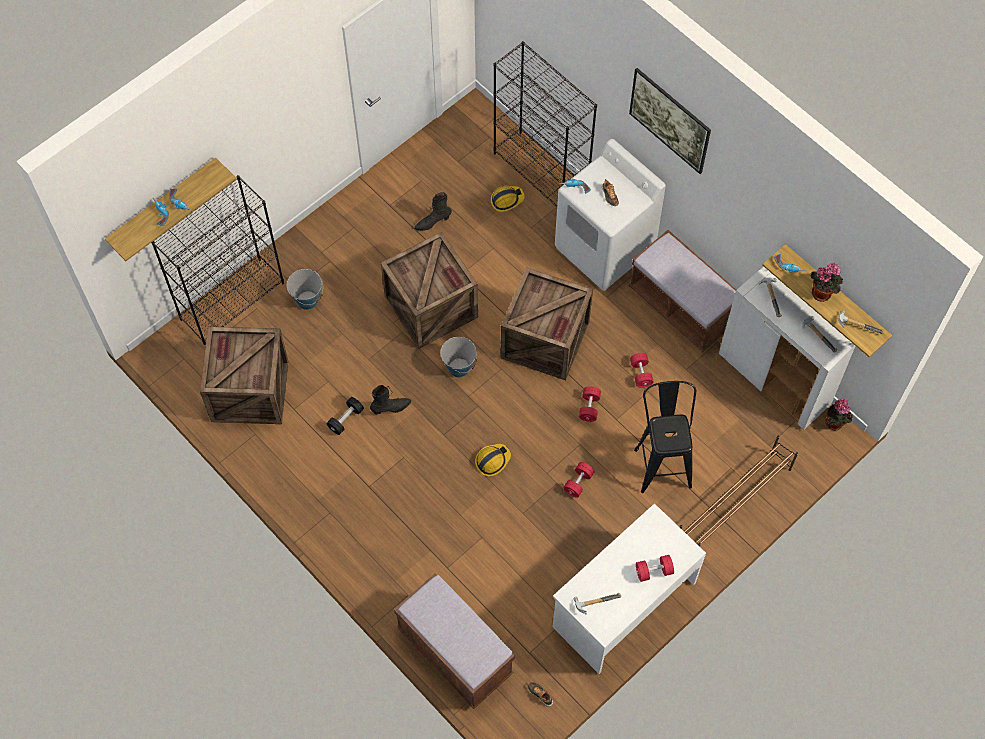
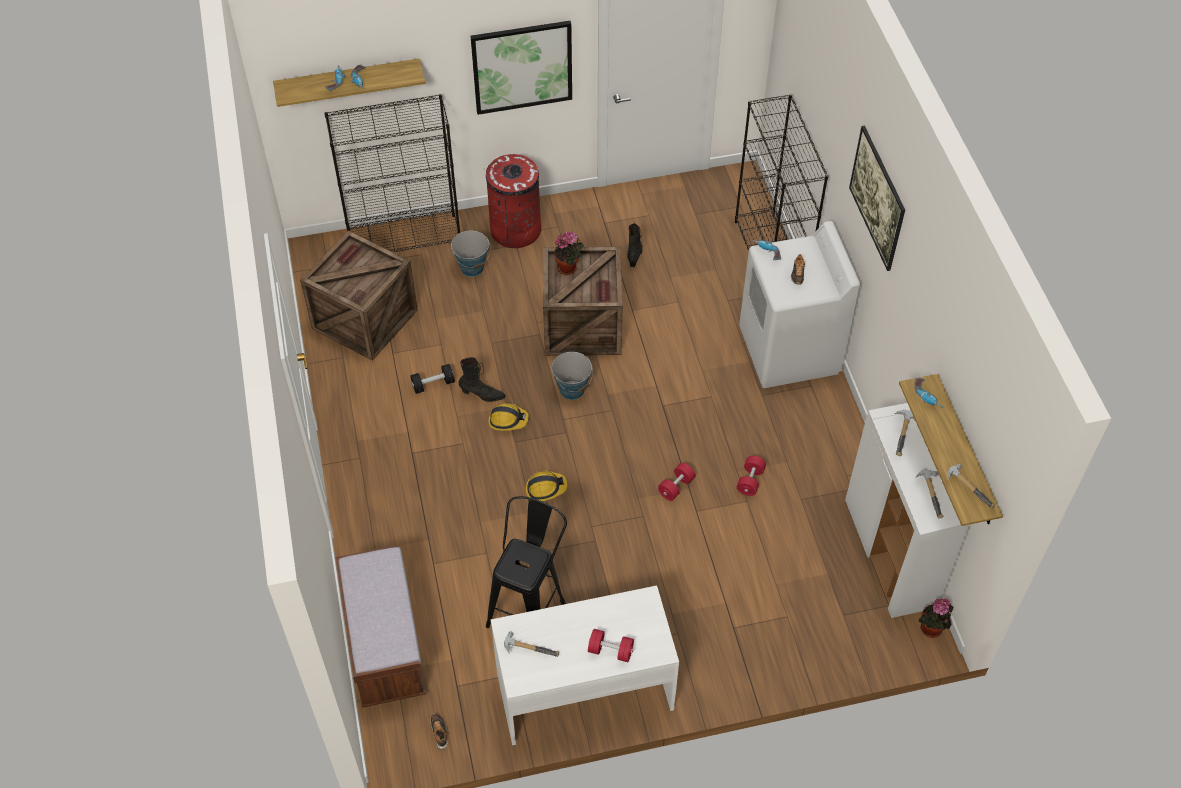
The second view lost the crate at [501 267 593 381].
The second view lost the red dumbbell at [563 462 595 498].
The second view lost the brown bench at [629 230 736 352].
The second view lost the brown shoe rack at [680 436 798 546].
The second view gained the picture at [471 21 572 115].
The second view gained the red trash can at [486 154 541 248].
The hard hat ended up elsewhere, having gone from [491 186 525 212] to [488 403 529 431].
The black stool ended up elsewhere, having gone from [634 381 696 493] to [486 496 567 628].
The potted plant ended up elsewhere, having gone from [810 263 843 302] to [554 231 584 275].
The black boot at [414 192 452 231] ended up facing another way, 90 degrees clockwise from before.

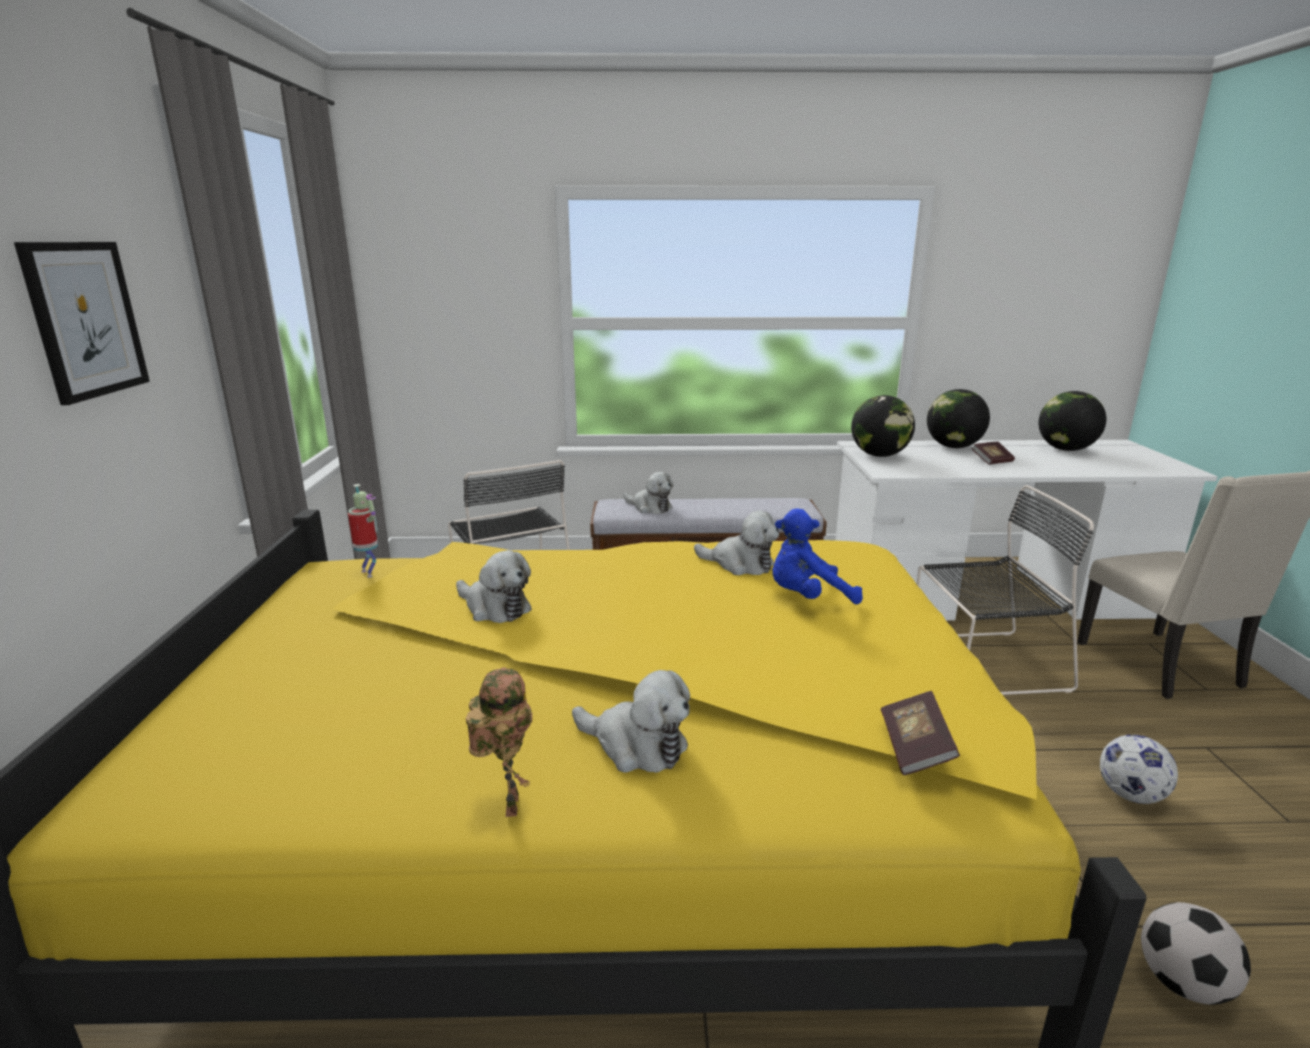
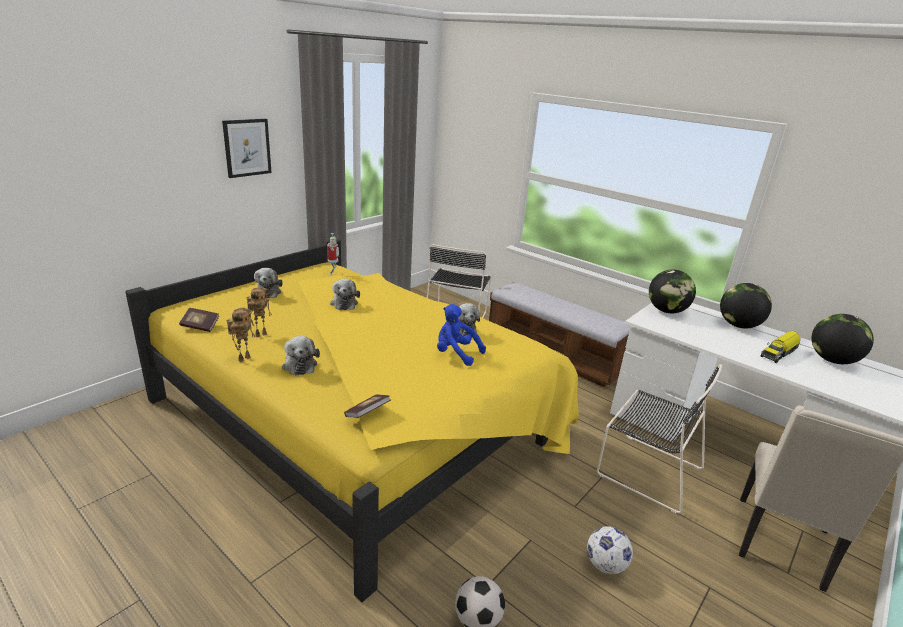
The second view gained the toy robot at [247 287 272 337].
The second view gained the toy truck at [761 331 801 363].
The plush toy ended up elsewhere, having gone from [624 472 674 514] to [254 268 283 298].
The book ended up elsewhere, having gone from [971 442 1015 465] to [179 308 219 332].

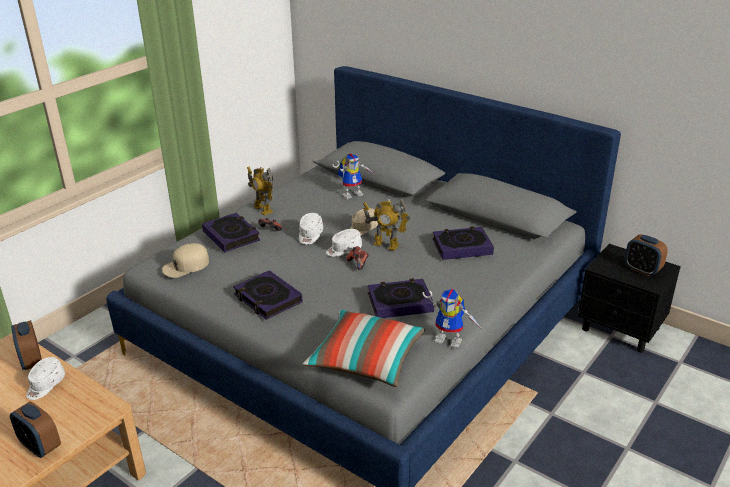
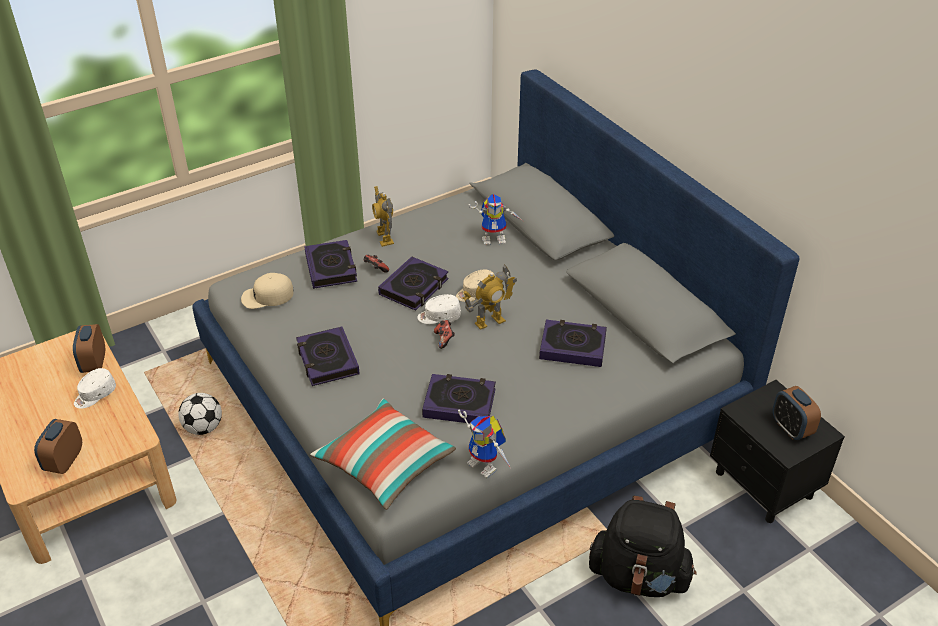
The second view gained the football at [178 393 222 435].
The second view gained the black backpack at [589 496 697 597].
Where the white cap stood at [299 213 323 245], the book came to stand at [378 257 449 311].
The alarm clock at [10 401 61 458] ended up facing another way, 45 degrees clockwise from before.
The toy robot at [363 199 411 251] ended up facing another way, 75 degrees counterclockwise from before.

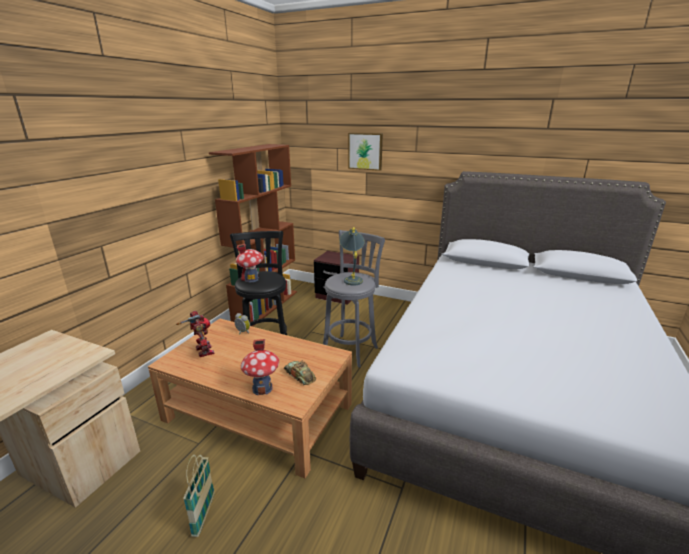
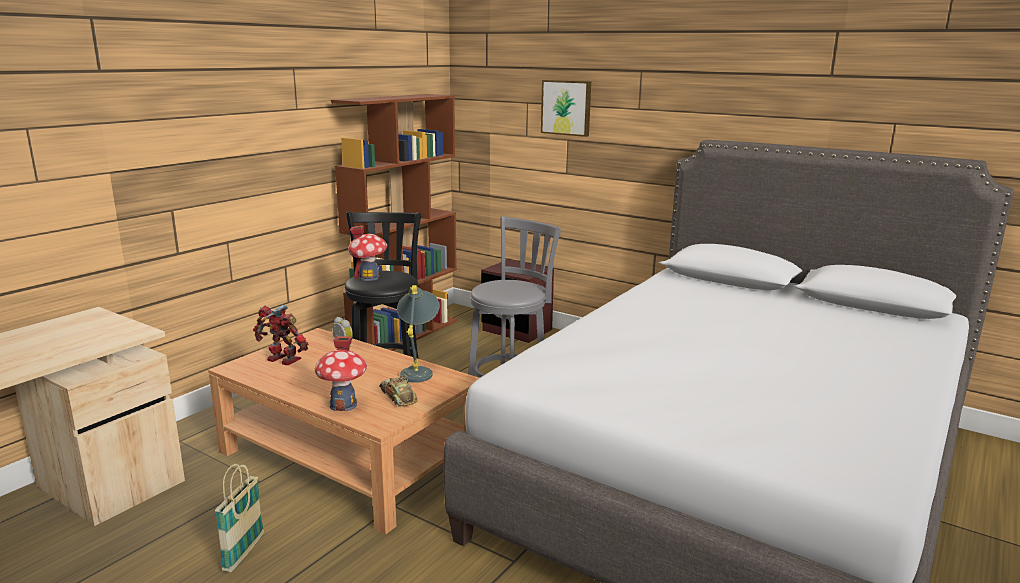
The grey table lamp ended up elsewhere, having gone from [339 227 365 286] to [397 285 440 383].
The toy robot at [176 310 214 357] ended up facing another way, 45 degrees counterclockwise from before.

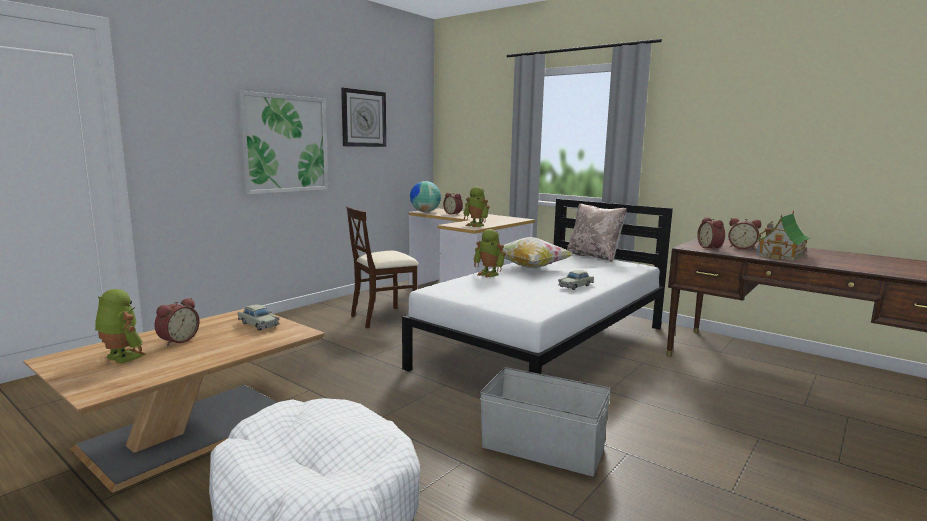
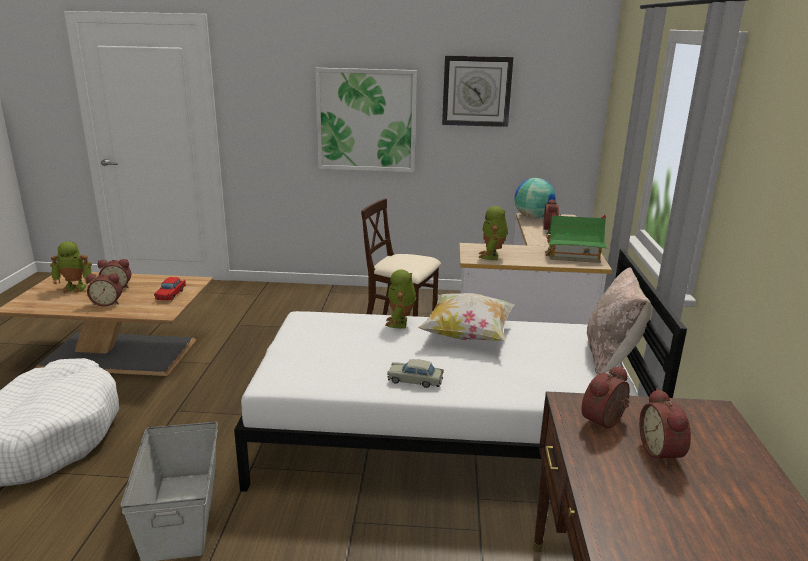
The second view gained the alarm clock at [86 273 122 307].
The toy house ended up elsewhere, having gone from [756 210 810 261] to [545 212 607 263].
What was the beige toy car at [238 304 279 330] turned into the red toy car at [154 277 186 301].
The toy robot at [95 289 145 364] ended up facing another way, 90 degrees clockwise from before.

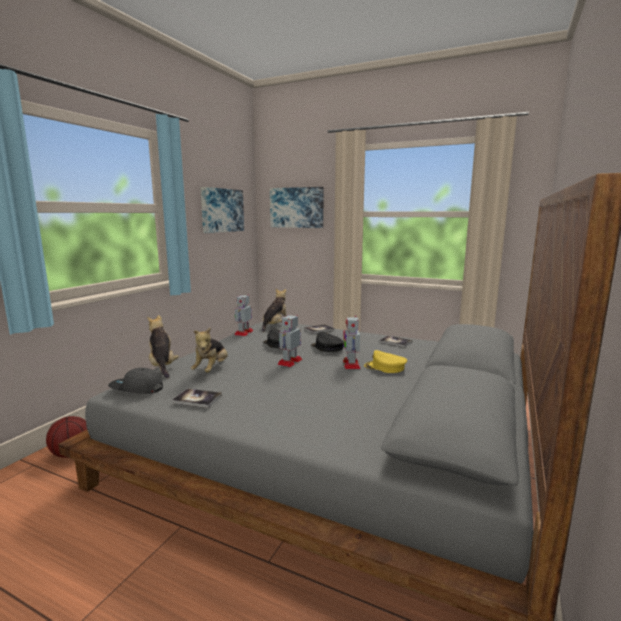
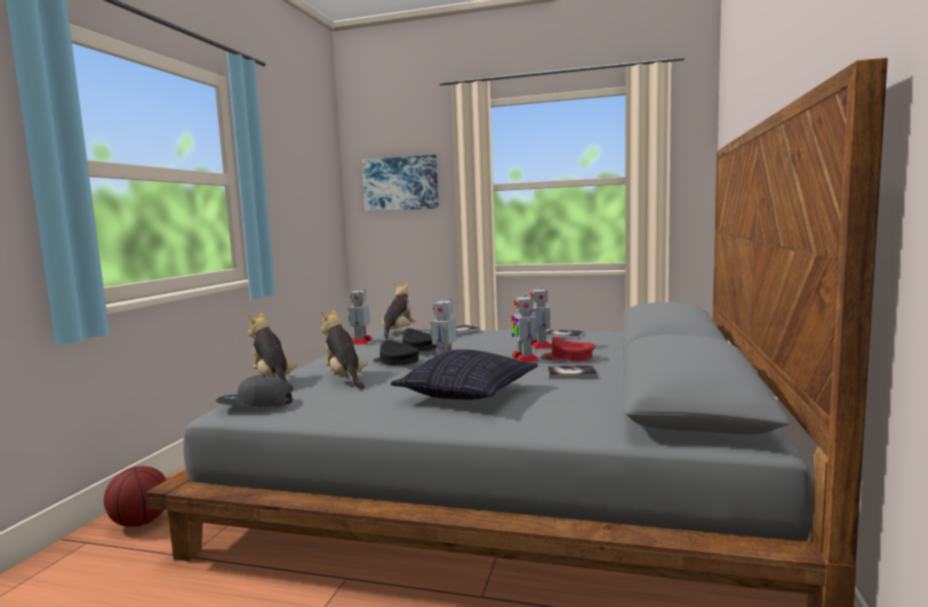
The second view lost the picture at [200 187 244 233].
The second view gained the pillow at [391 349 538 400].
The second view gained the toy robot at [530 288 552 349].
The book ended up elsewhere, having gone from [172 389 222 408] to [547 366 597 379].
The black cap ended up elsewhere, having gone from [311 332 344 352] to [373 340 420 365].
What was the yellow cap at [364 350 407 373] turned into the red cap at [541 337 595 362].
The plush toy at [191 327 228 373] ended up facing another way, 150 degrees clockwise from before.

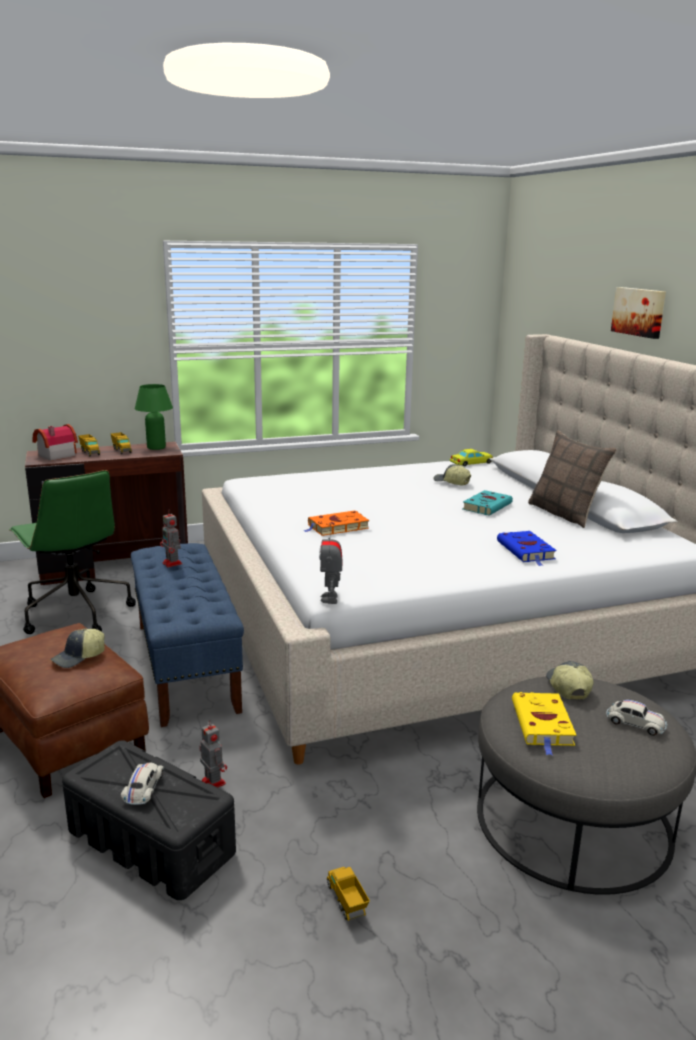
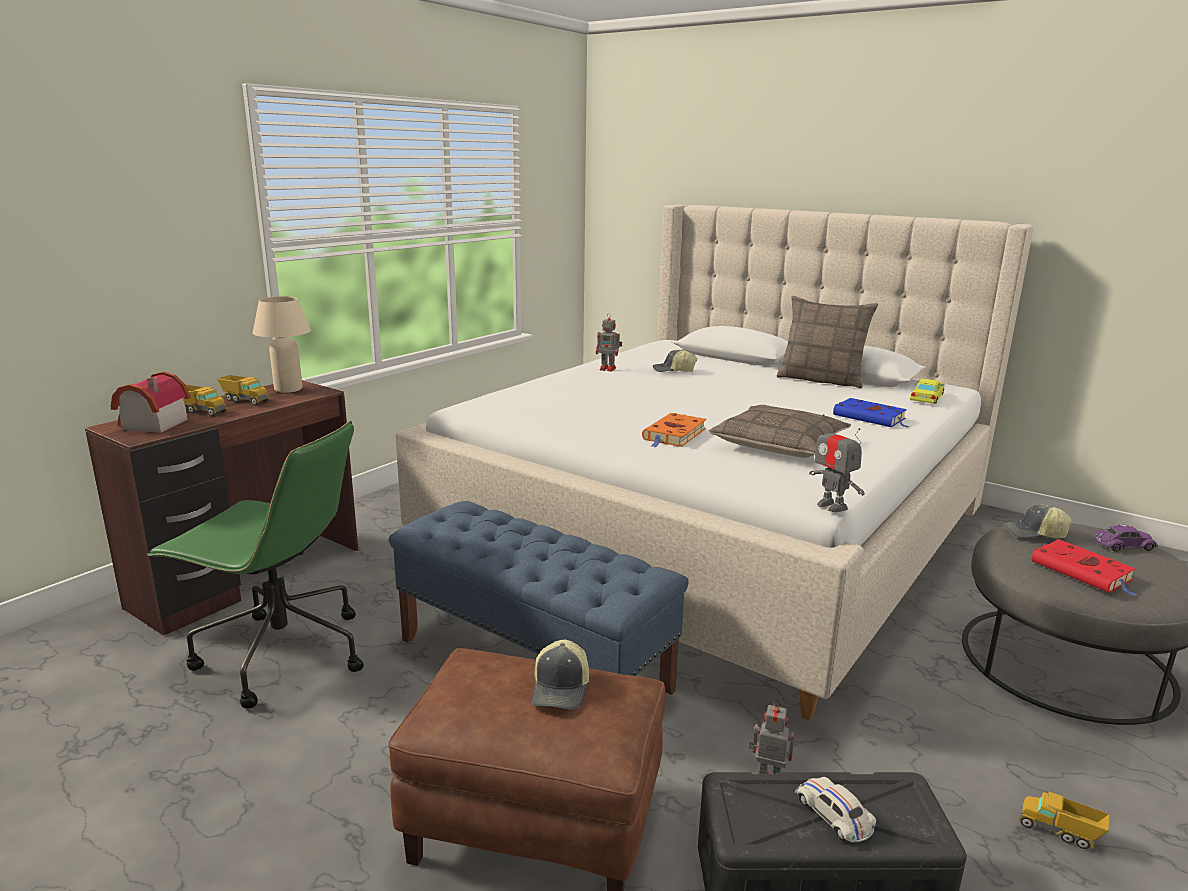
The second view lost the turquoise book at [463 490 513 516].
The second view lost the picture at [611 287 666 339].
The second view gained the pillow at [709 405 851 458].
The toy robot ended up elsewhere, having gone from [160 509 183 567] to [596 313 622 371].
The yellow toy car ended up elsewhere, having gone from [450 449 493 466] to [910 379 944 404].
What was the green table lamp at [135 384 173 450] turned into the beige table lamp at [253 296 311 393].
What was the yellow book at [512 692 576 755] turned into the red book at [1032 539 1136 596].
What was the white toy car at [606 700 668 736] turned into the purple toy car at [1095 525 1158 552].
The cap at [546 661 593 700] ended up facing another way, 45 degrees counterclockwise from before.

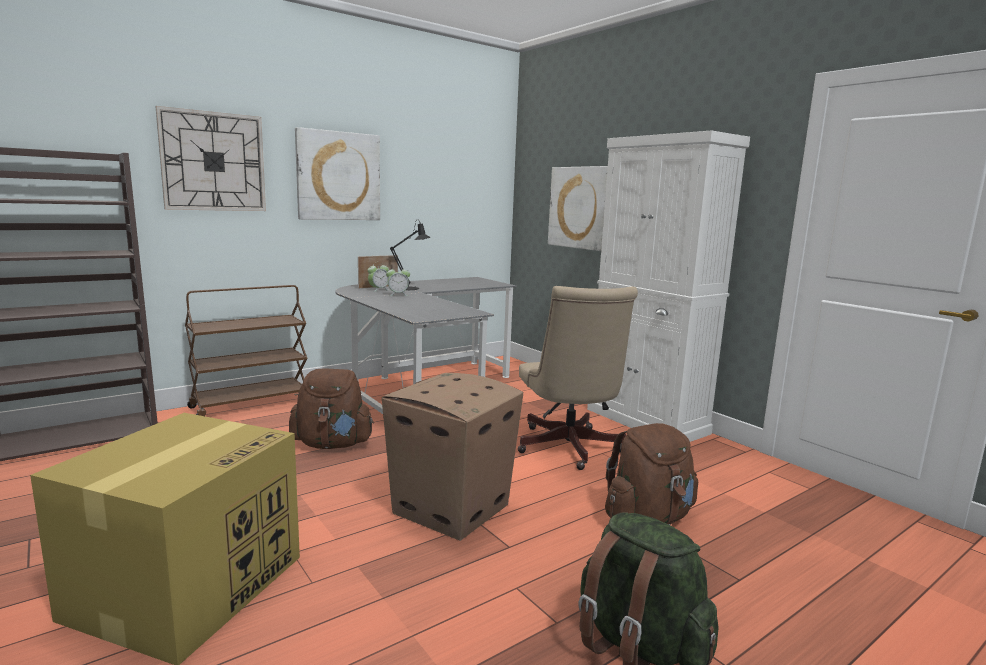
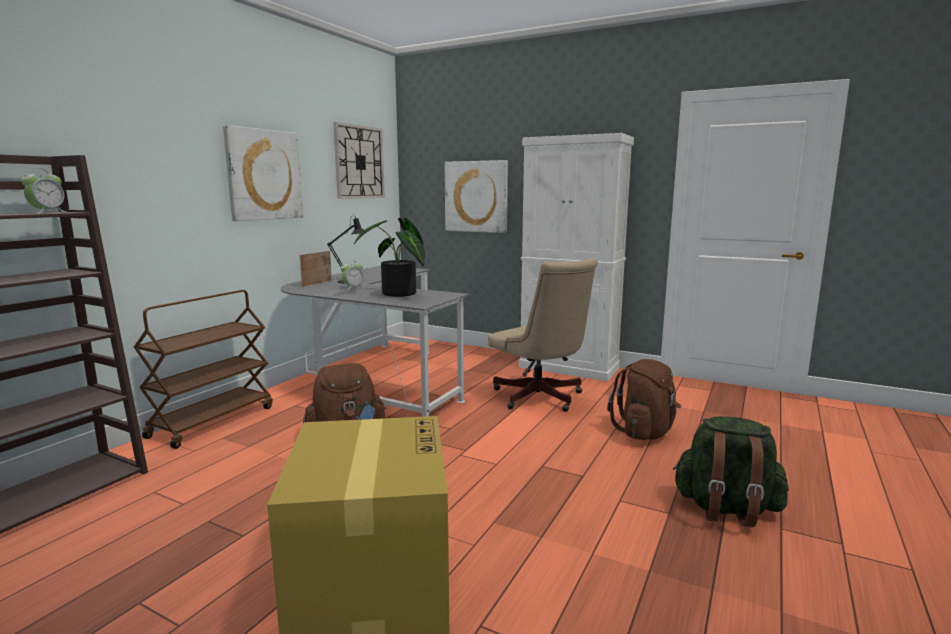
The second view lost the cardboard box at [382 373 523 541].
The second view gained the potted plant at [354 218 425 297].
The wall clock ended up elsewhere, having gone from [155 106 266 211] to [333 122 385 199].
The alarm clock ended up elsewhere, having gone from [368 262 389 292] to [21 168 66 213].

